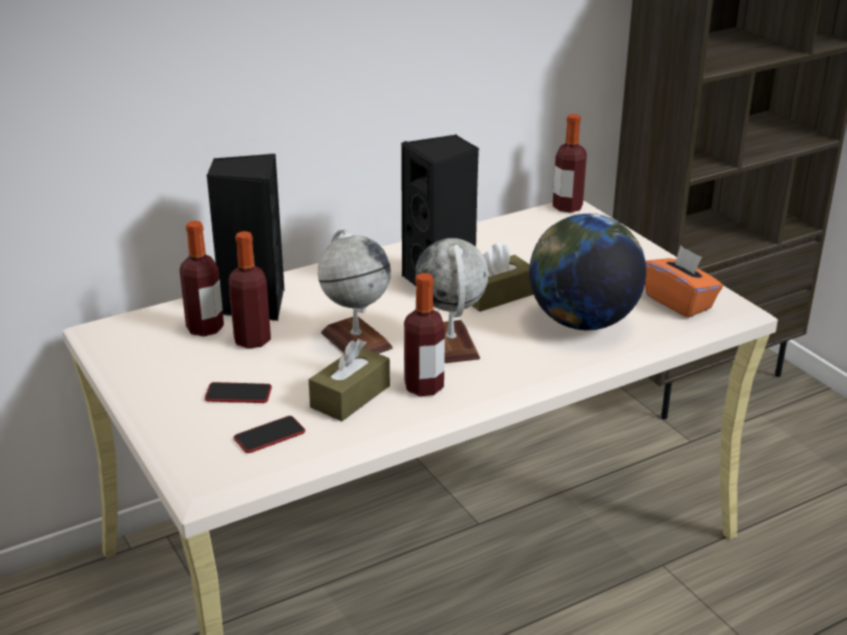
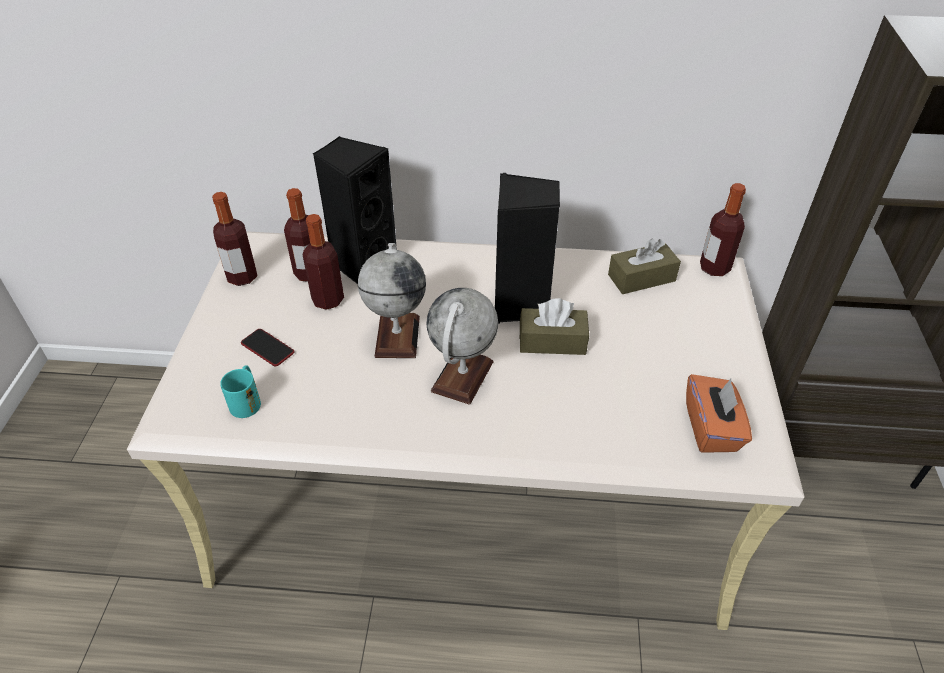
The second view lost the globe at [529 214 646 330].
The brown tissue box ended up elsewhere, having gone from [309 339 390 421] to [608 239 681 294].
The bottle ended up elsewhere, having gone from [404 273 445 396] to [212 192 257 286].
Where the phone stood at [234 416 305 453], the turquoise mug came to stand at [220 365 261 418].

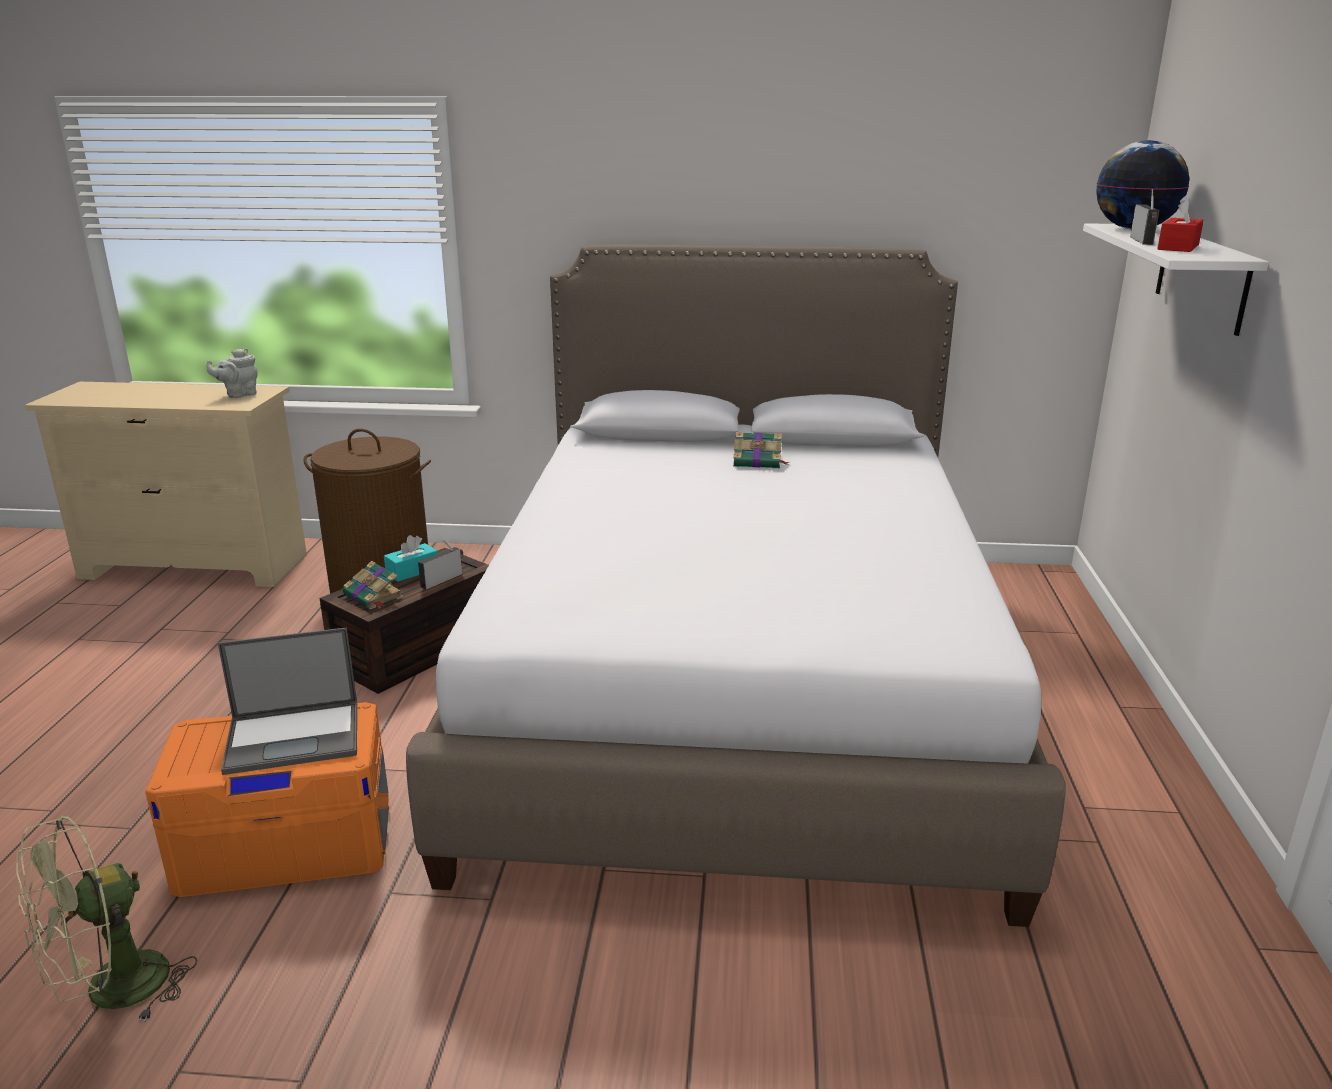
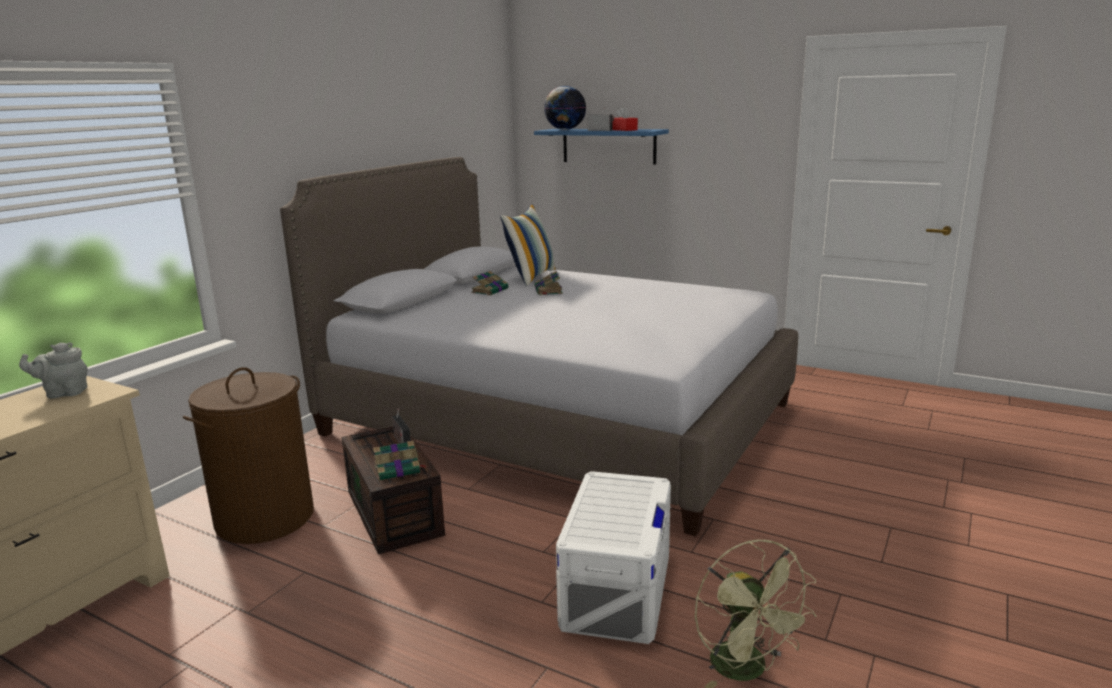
The second view lost the laptop at [218 627 357 775].
The second view lost the turquoise tissue box at [384 535 438 582].
The second view gained the pillow at [500 205 556 286].
The second view gained the book at [535 271 563 295].
What was the orange storage box at [145 702 389 897] turned into the white storage box at [556 471 671 644].
What was the white shelf at [1083 223 1269 336] turned into the blue shelf at [534 129 669 165].
The grey teapot at [206 348 258 398] ended up facing another way, 90 degrees clockwise from before.

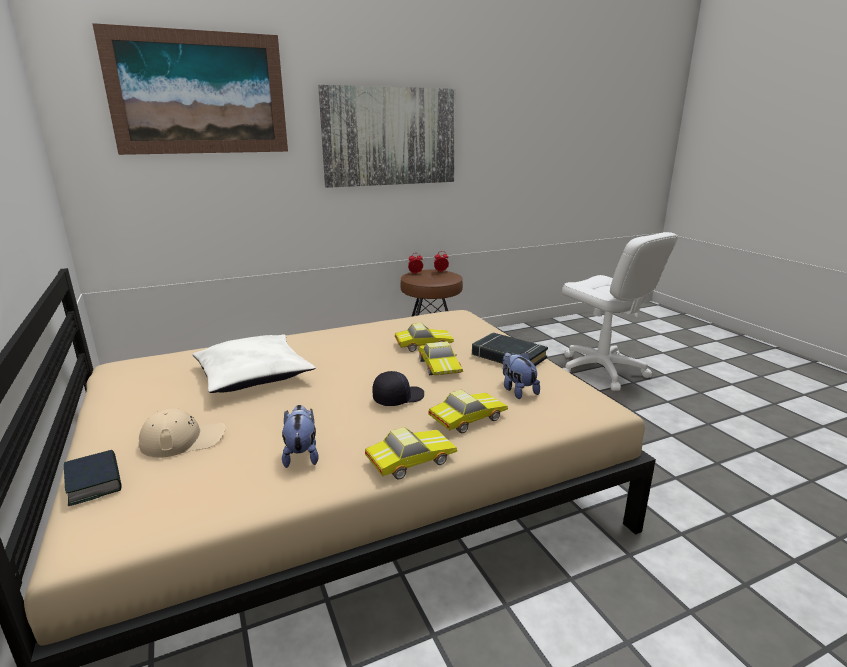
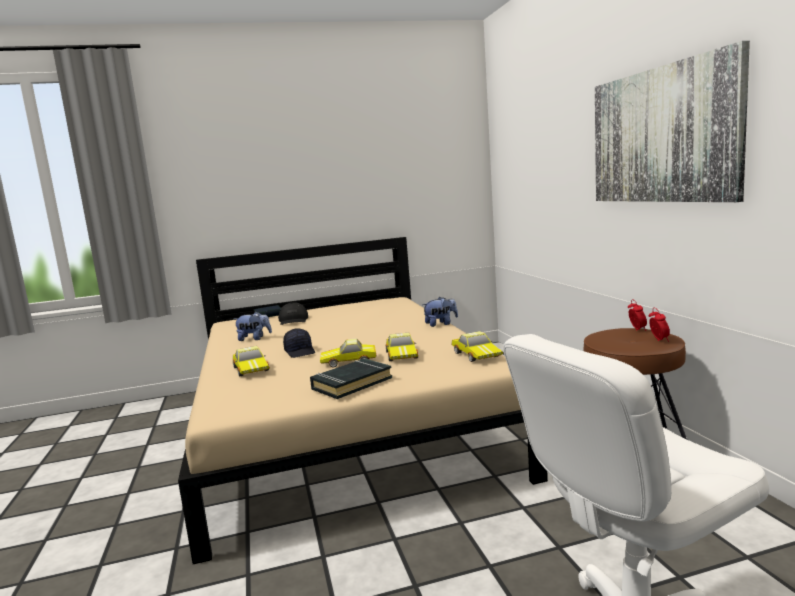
The second view lost the picture at [92 23 288 155].
The second view lost the white pillow at [192 334 315 393].
The toy car ended up elsewhere, having gone from [365 427 457 480] to [452 331 503 362].
The plush toy ended up elsewhere, having gone from [503 352 540 399] to [422 297 458 327].
What was the beige cap at [138 409 226 458] turned into the black cap at [278 302 308 325].

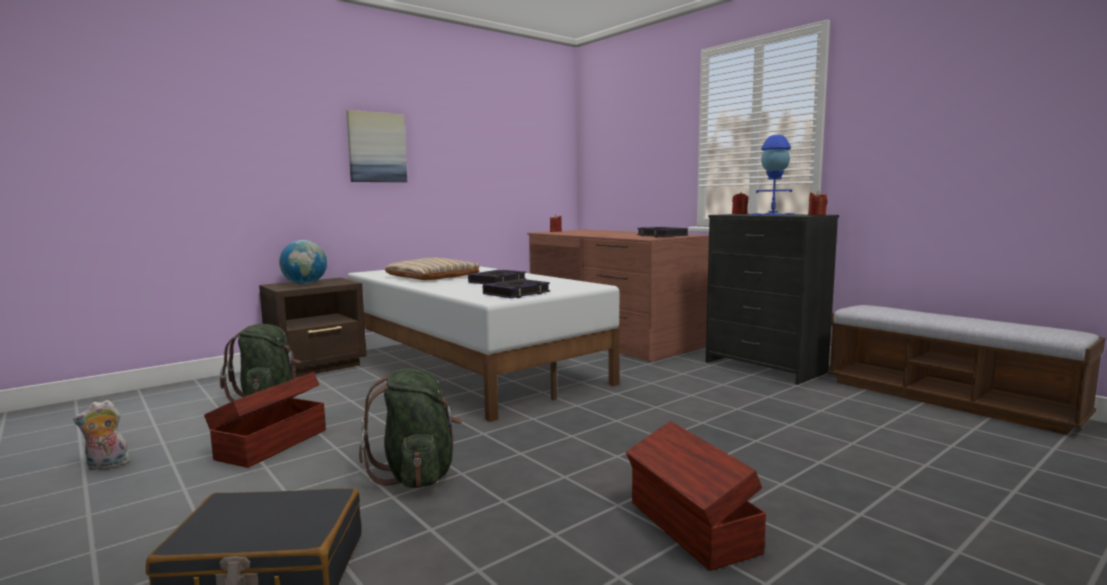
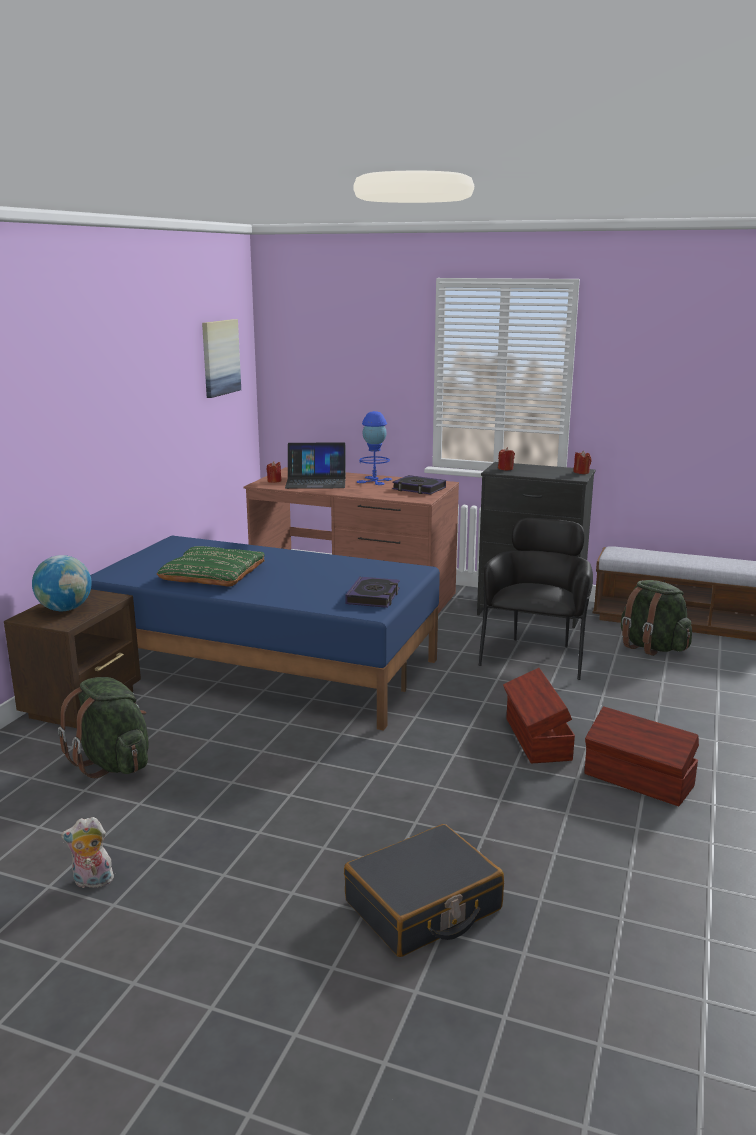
The second view lost the book at [468 270 526 284].
The second view gained the laptop at [285 442 346 489].
The second view gained the black armchair at [479 518 593 680].
The brown storage box ended up elsewhere, having gone from [204 372 326 468] to [503 668 575 763].
The picture ended up elsewhere, having gone from [346 110 407 182] to [202 319 241 398].
The green backpack ended up elsewhere, having gone from [359 368 462 488] to [621 580 692 656].
The blue table lamp ended up elsewhere, having gone from [751 135 795 215] to [357 411 392 485].
What was the white bed at [347 266 619 422] turned into the blue bed at [90 536 440 731].
What was the beige pillow at [385 258 479 280] turned into the green pillow at [157 546 265 587].
The plush toy at [73 400 130 471] ended up facing another way, 45 degrees clockwise from before.

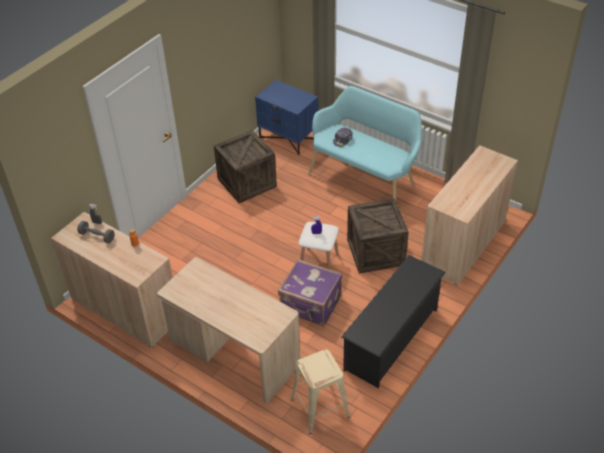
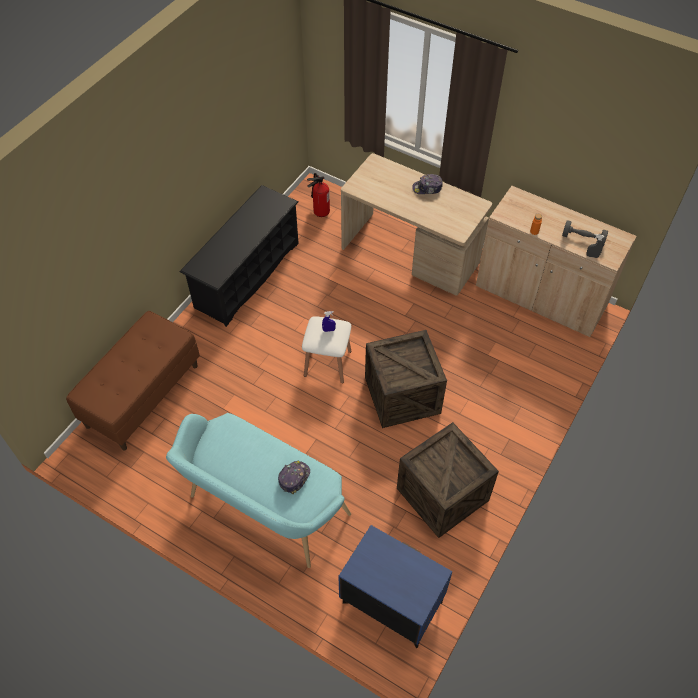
The second view lost the purple suitcase at [278 259 342 326].
The second view gained the cap at [412 174 443 194].
The crate ended up elsewhere, having gone from [347 199 409 273] to [365 330 447 428].
Where the beige stool stood at [291 349 350 434], the fire extinguisher came to stand at [307 173 330 217].
Where the beige cabinet stood at [421 145 518 285], the brown bench came to stand at [66 311 200 451].

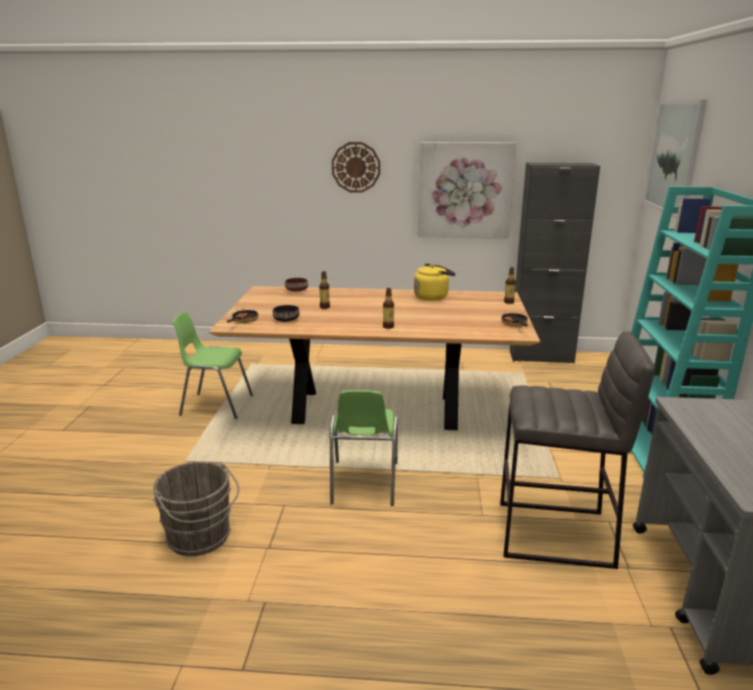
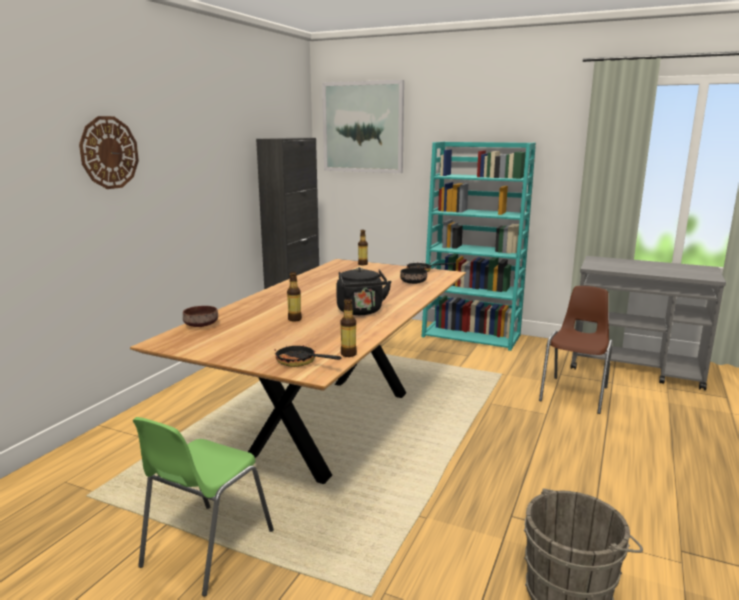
The second view lost the green chair at [330 390 398 506].
The second view lost the yellow kettle at [414 264 456 301].
The second view lost the picture at [418 142 516 239].
The second view gained the black kettle at [336 267 392 315].
The black bowl ended up elsewhere, having gone from [273 305 300 322] to [400 268 427 284].
The bottle ended up elsewhere, having gone from [383 288 394 329] to [340 299 357 357].
Where the grey stool stood at [500 331 655 569], the brown chair came to stand at [539 286 613 414].

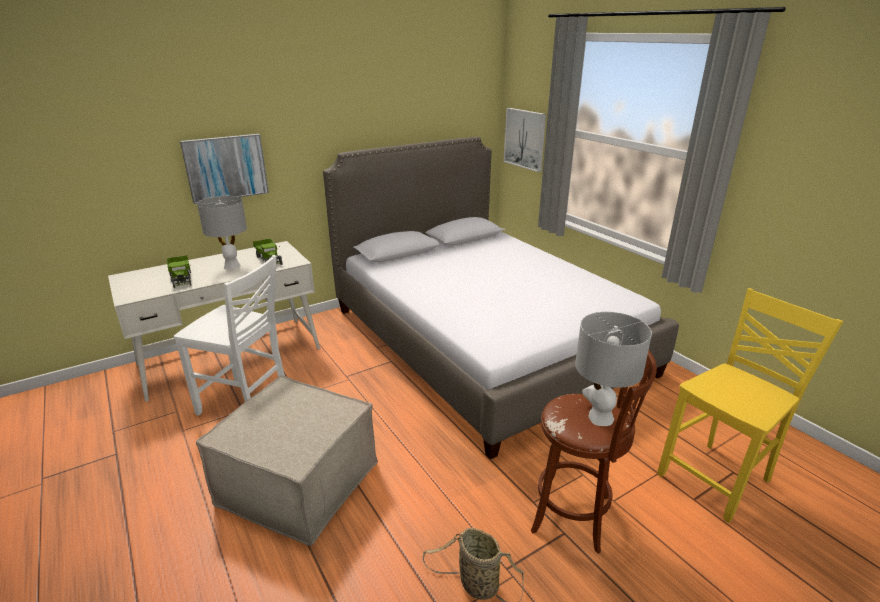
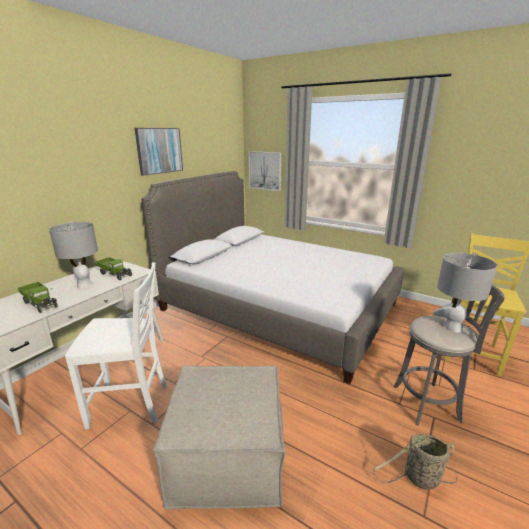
The picture ended up elsewhere, having gone from [180 134 269 204] to [134 128 183 176].
What was the brown stool at [531 350 657 554] turned into the grey stool at [393 285 505 425].

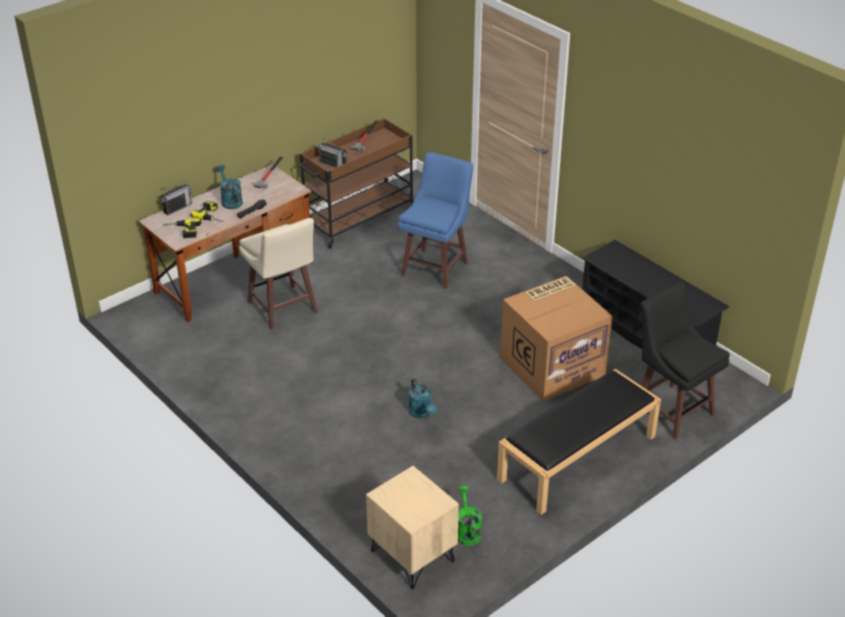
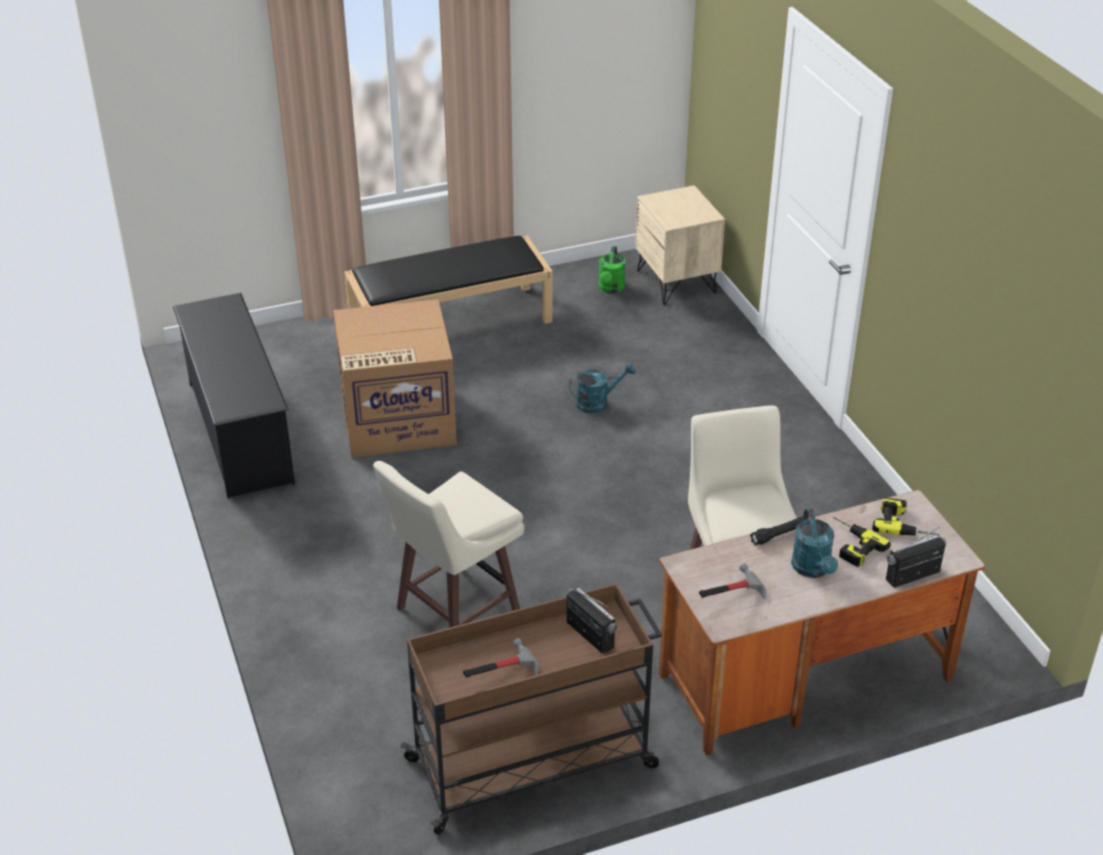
The second view lost the black stool at [641 281 730 440].
What was the blue stool at [398 152 473 289] turned into the beige stool at [373 461 524 628].
The turquoise watering can at [409 378 436 418] ended up facing another way, 75 degrees clockwise from before.

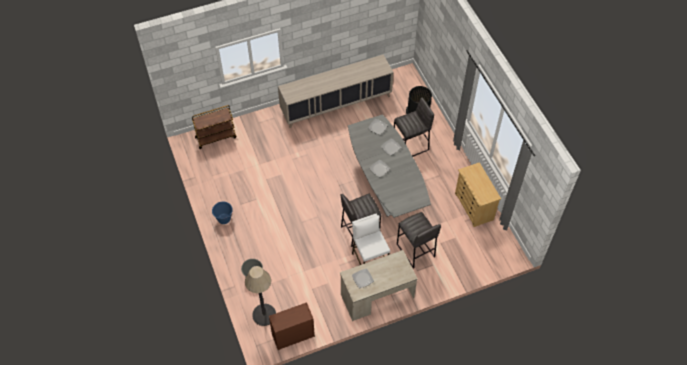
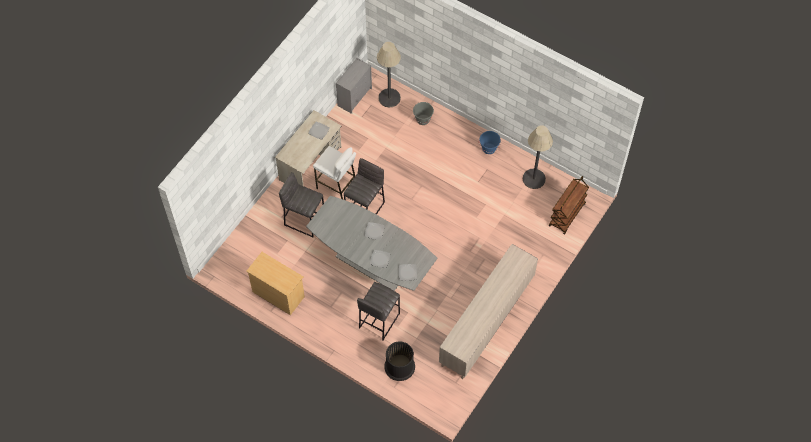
The second view gained the floor lamp at [523 125 553 189].
What was the brown dresser at [269 302 315 350] turned into the grey dresser at [336 58 372 114].

